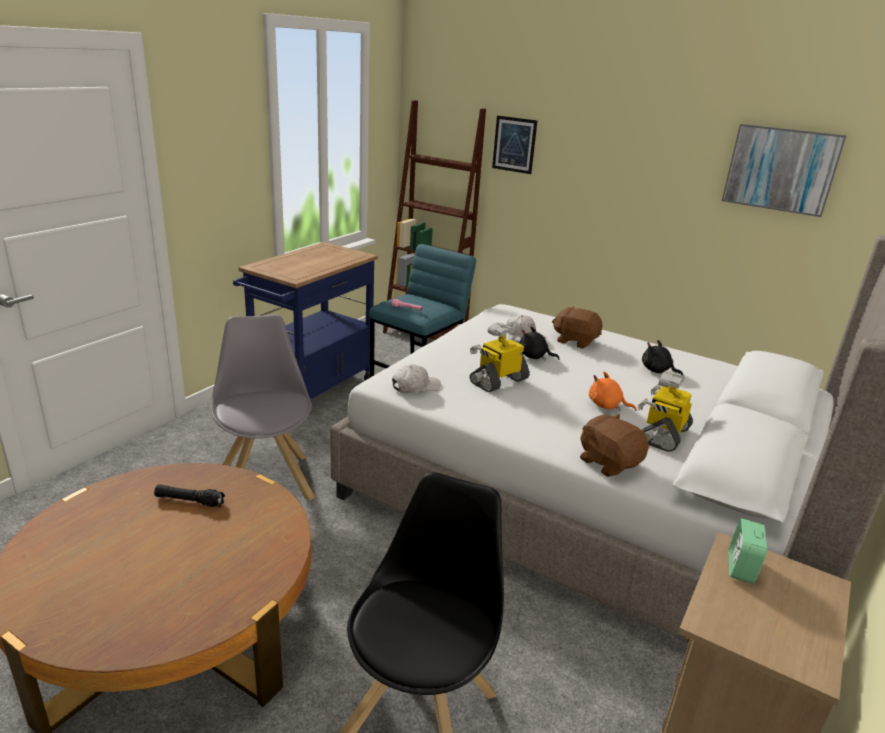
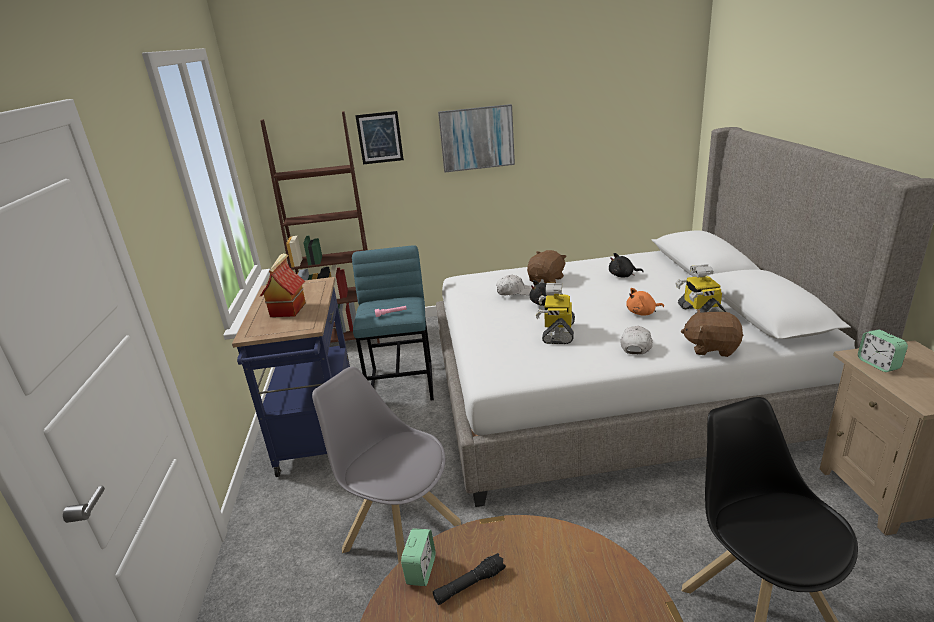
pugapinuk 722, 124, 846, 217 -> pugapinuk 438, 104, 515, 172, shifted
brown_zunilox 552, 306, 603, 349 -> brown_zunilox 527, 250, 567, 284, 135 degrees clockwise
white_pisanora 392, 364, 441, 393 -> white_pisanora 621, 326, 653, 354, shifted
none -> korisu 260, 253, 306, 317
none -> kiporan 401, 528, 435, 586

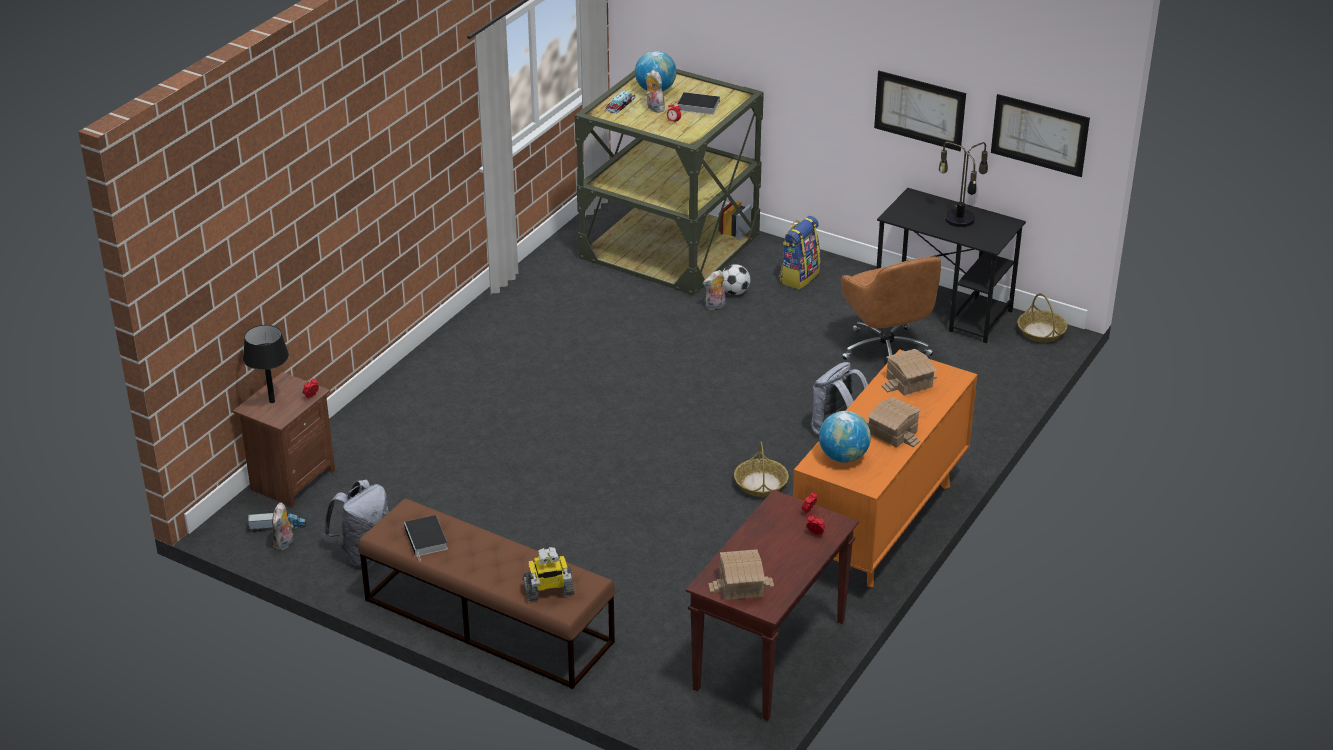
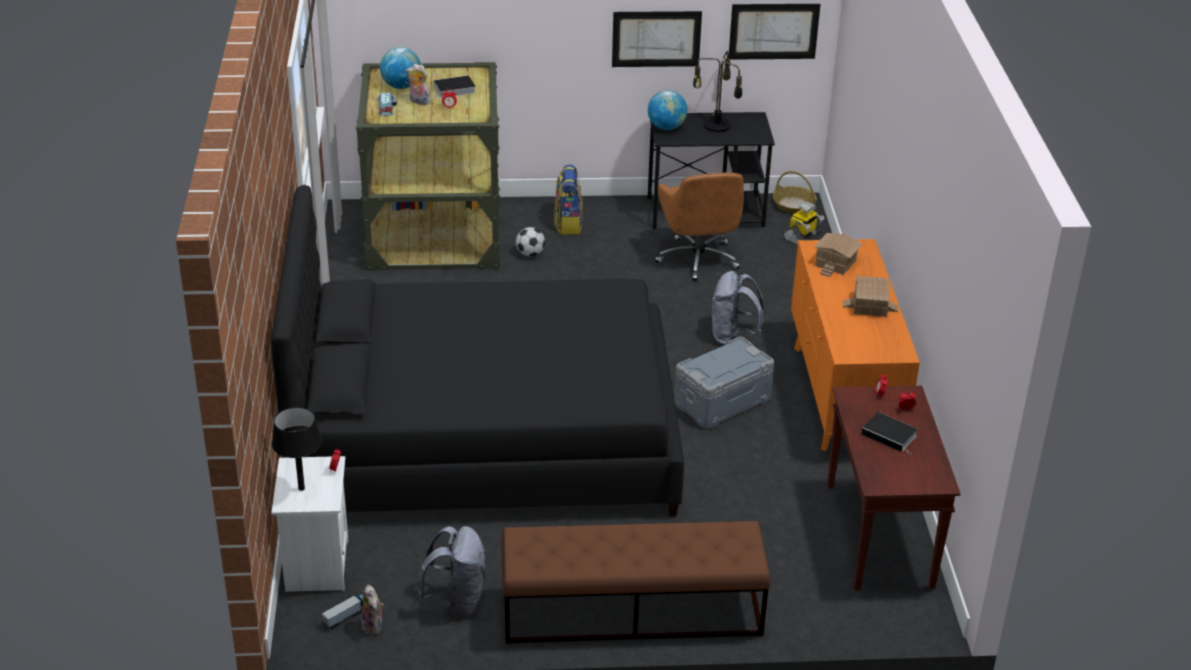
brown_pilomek 841, 256, 941, 360 -> brown_pilomek 655, 172, 744, 281, 45 degrees clockwise
zunilox 703, 270, 725, 310 -> none
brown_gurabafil 233, 372, 335, 508 -> white_gurabafil 271, 456, 348, 592
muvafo 819, 411, 871, 463 -> muvafo 648, 90, 687, 130, shifted
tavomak 734, 442, 789, 497 -> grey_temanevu 674, 337, 774, 429
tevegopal 404, 515, 448, 561 -> tevegopal 861, 412, 918, 454, shifted
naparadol 523, 547, 574, 601 -> naparadol 783, 201, 824, 245, shifted
korisu 708, 549, 774, 600 -> none
none -> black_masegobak 271, 185, 684, 516

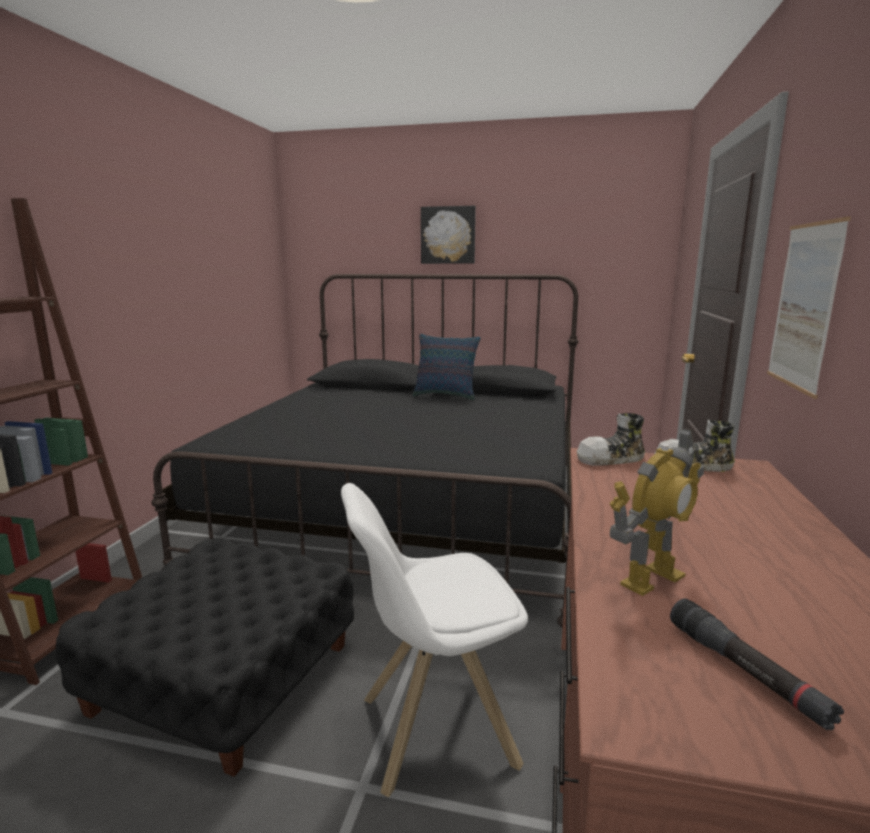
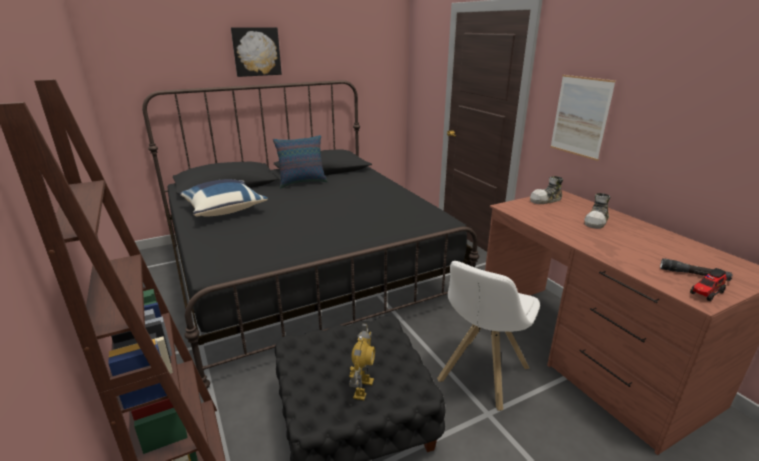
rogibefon 577, 413, 645, 466 -> rogibefon 584, 193, 610, 229, shifted
naparadol 610, 428, 704, 596 -> naparadol 349, 323, 375, 400, shifted
none -> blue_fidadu 180, 179, 268, 217
none -> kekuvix 690, 268, 727, 301

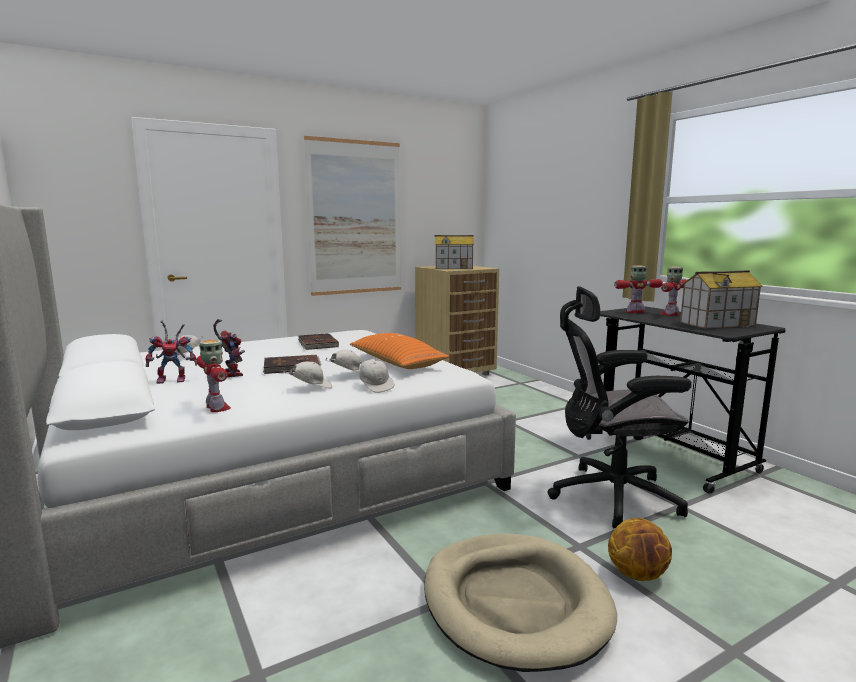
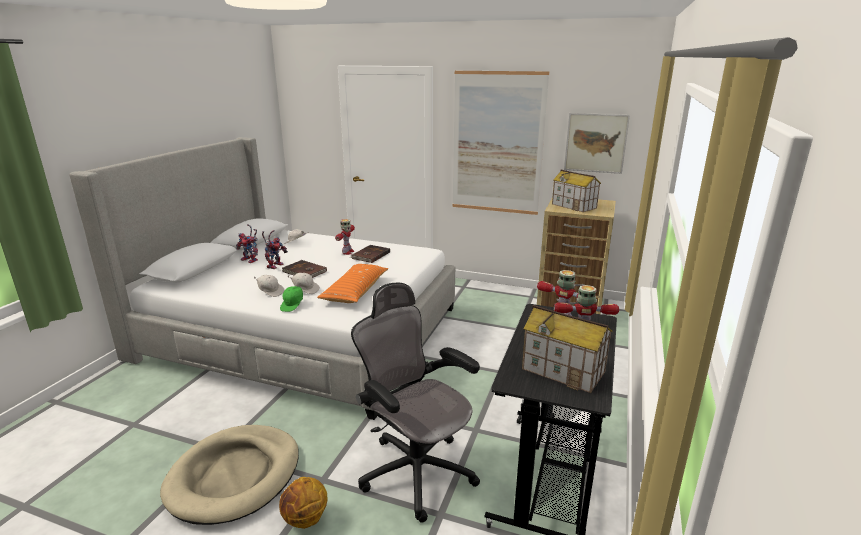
naparadol 196, 340, 231, 412 -> naparadol 335, 219, 355, 255, shifted
white_pisanora 359, 359, 395, 393 -> green_pisanora 280, 286, 303, 312
none -> pugapinuk 564, 113, 630, 174

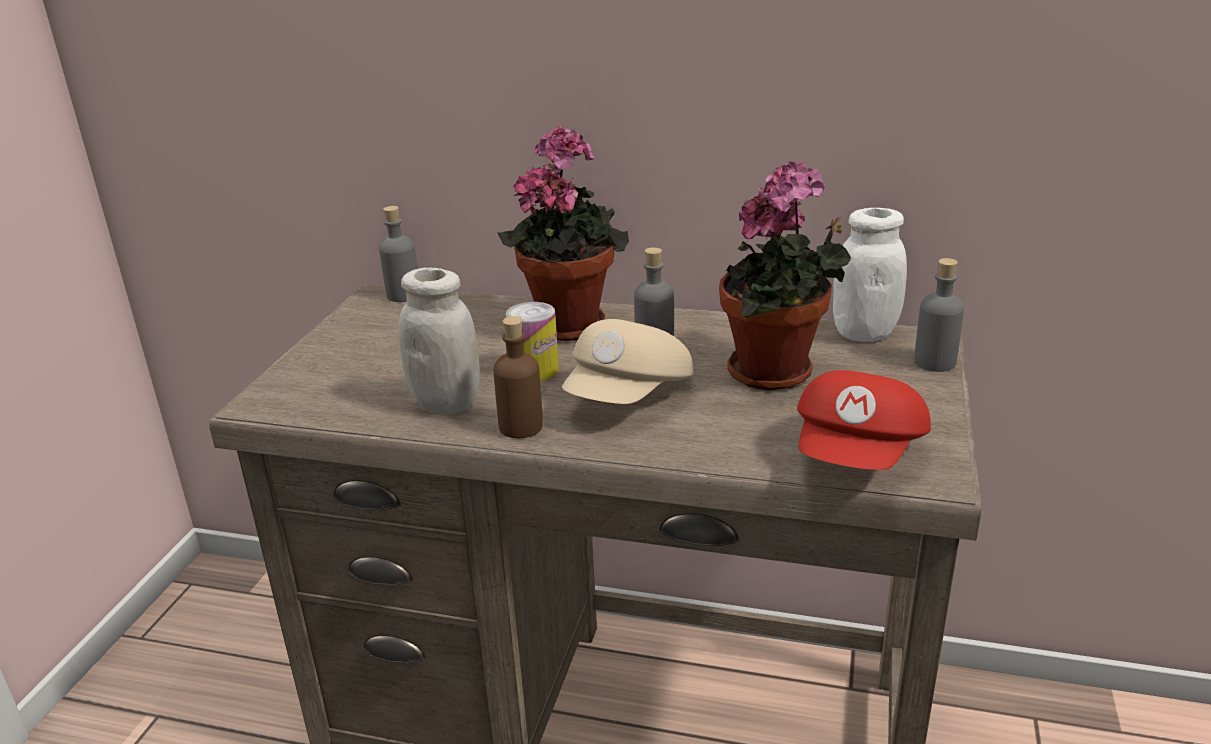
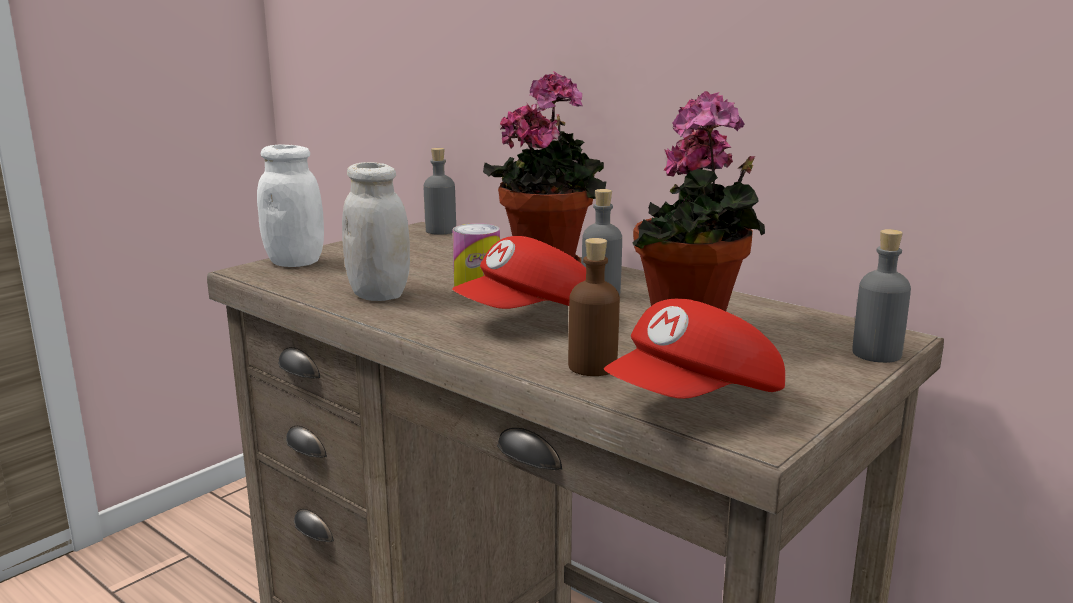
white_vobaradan 833, 208, 907, 342 -> white_vobaradan 257, 144, 324, 267, shifted
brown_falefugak 493, 316, 543, 438 -> brown_falefugak 568, 238, 620, 376, shifted
beige_pisanora 562, 319, 693, 404 -> red_pisanora 452, 236, 586, 309

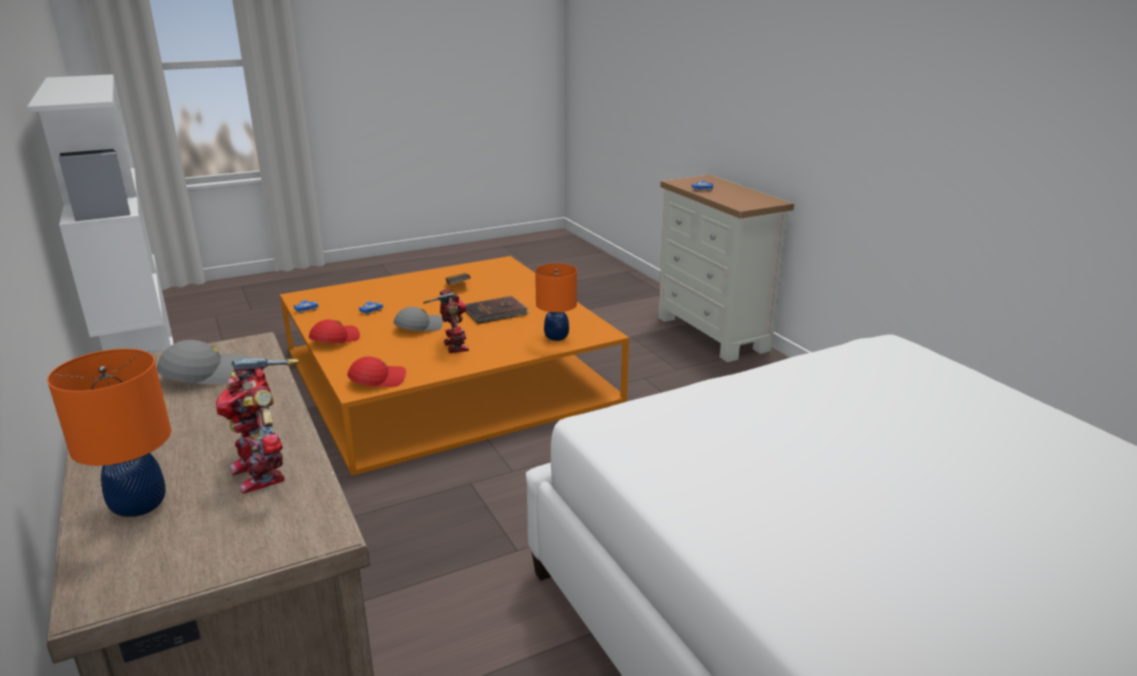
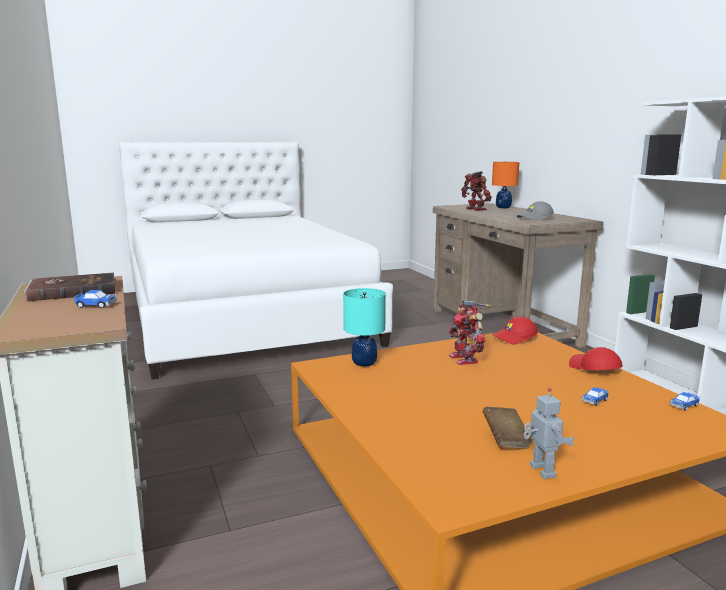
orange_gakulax 535, 263, 577, 341 -> turquoise_gakulax 343, 288, 386, 367
brown_tevegopal 466, 296, 529, 324 -> brown_tevegopal 24, 273, 116, 301, shifted
grey_pisanora 393, 307, 443, 331 -> none
red_pisanora 309, 320, 360, 343 -> red_pisanora 569, 347, 623, 370, 120 degrees clockwise
none -> naparadol 524, 388, 575, 479

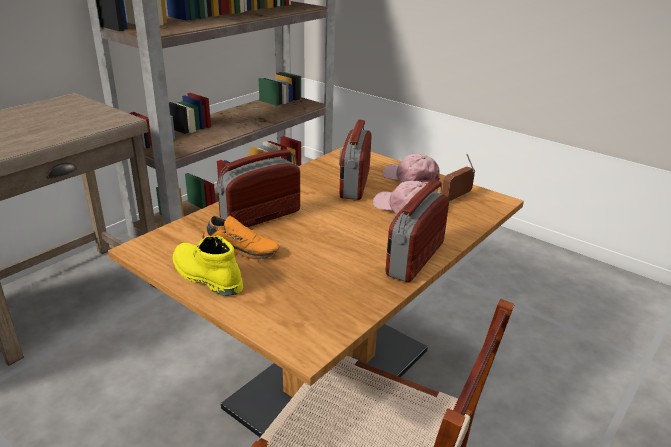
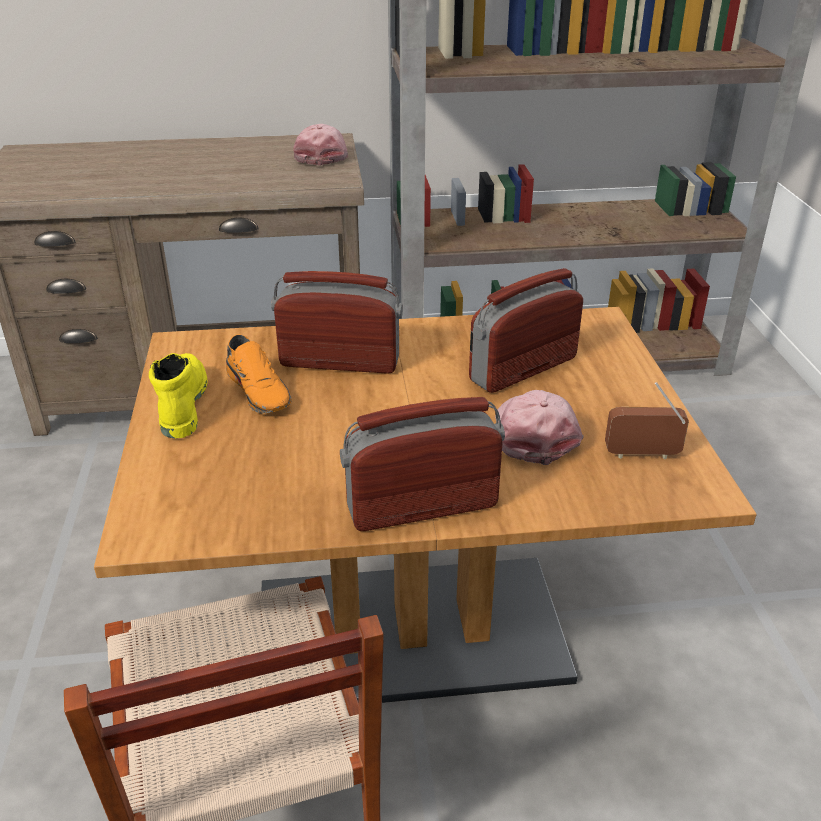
pink_pisanora 382, 154, 440, 185 -> pink_pisanora 293, 124, 348, 166, shifted

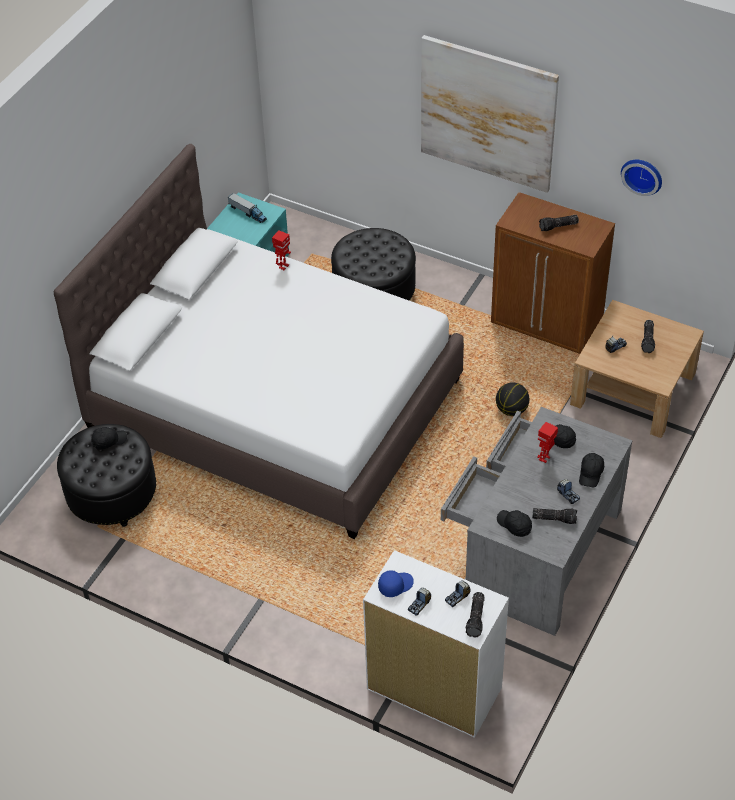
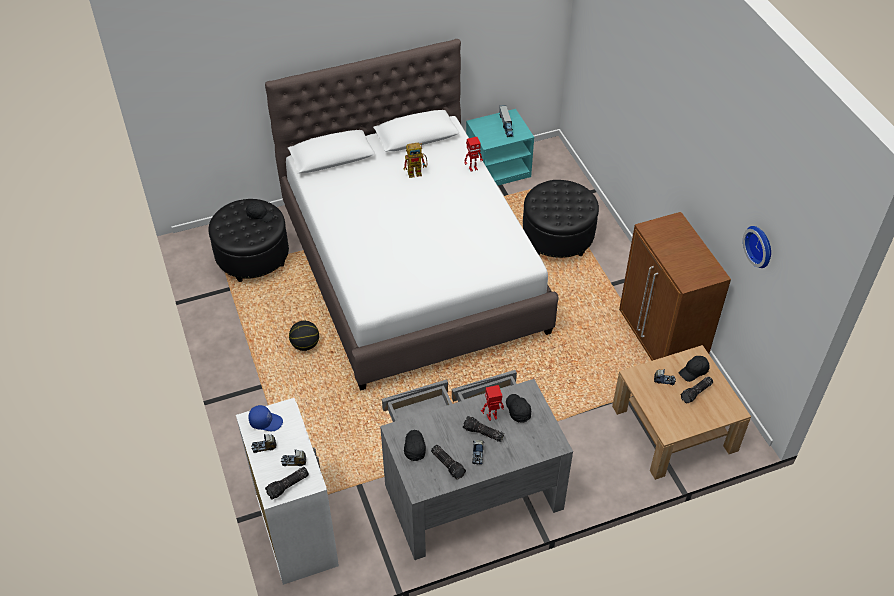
pugapinuk 421, 35, 559, 193 -> none
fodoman 539, 215, 579, 231 -> fodoman 463, 416, 504, 442, shifted
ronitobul 496, 382, 529, 416 -> ronitobul 289, 321, 319, 351, shifted
black_pisanora 579, 453, 604, 487 -> black_pisanora 679, 356, 710, 382, shifted
none -> naparadol 404, 142, 427, 178

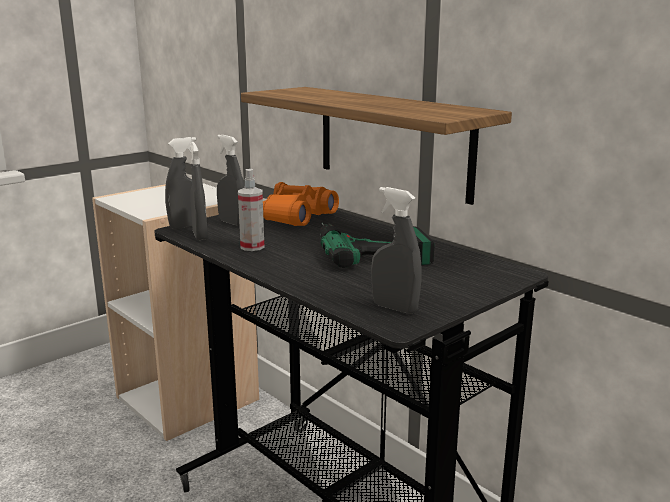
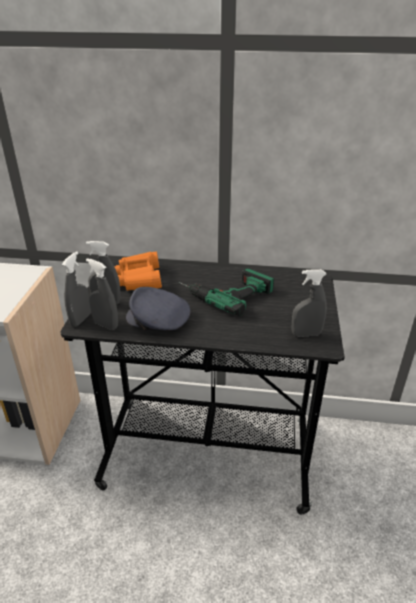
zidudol 241, 87, 512, 205 -> none
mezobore 238, 169, 264, 251 -> grey_pisanora 126, 287, 190, 331

